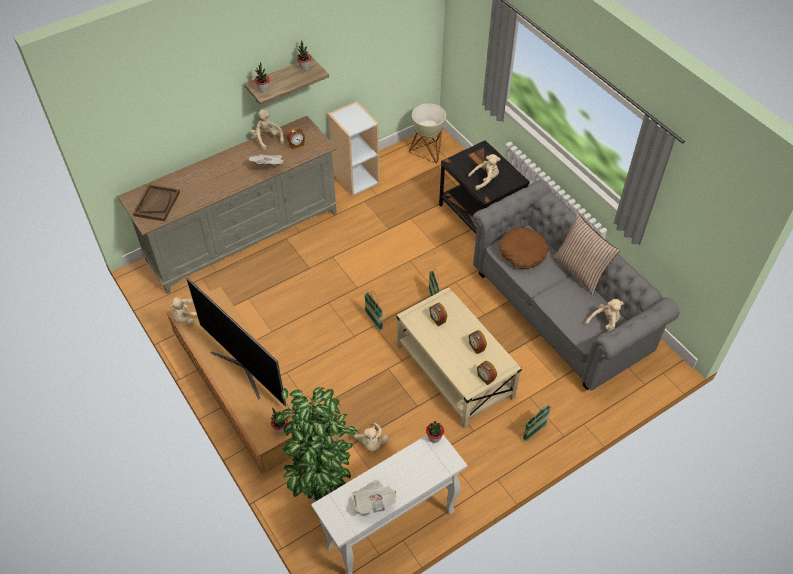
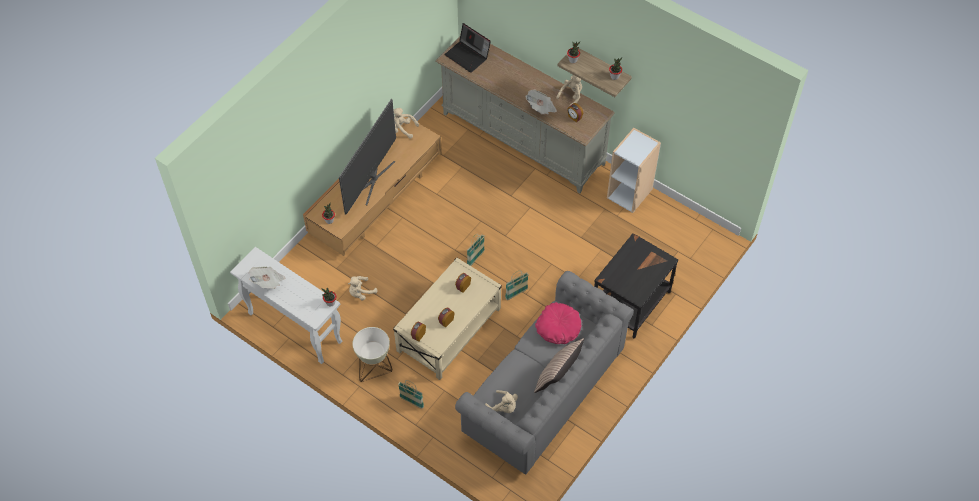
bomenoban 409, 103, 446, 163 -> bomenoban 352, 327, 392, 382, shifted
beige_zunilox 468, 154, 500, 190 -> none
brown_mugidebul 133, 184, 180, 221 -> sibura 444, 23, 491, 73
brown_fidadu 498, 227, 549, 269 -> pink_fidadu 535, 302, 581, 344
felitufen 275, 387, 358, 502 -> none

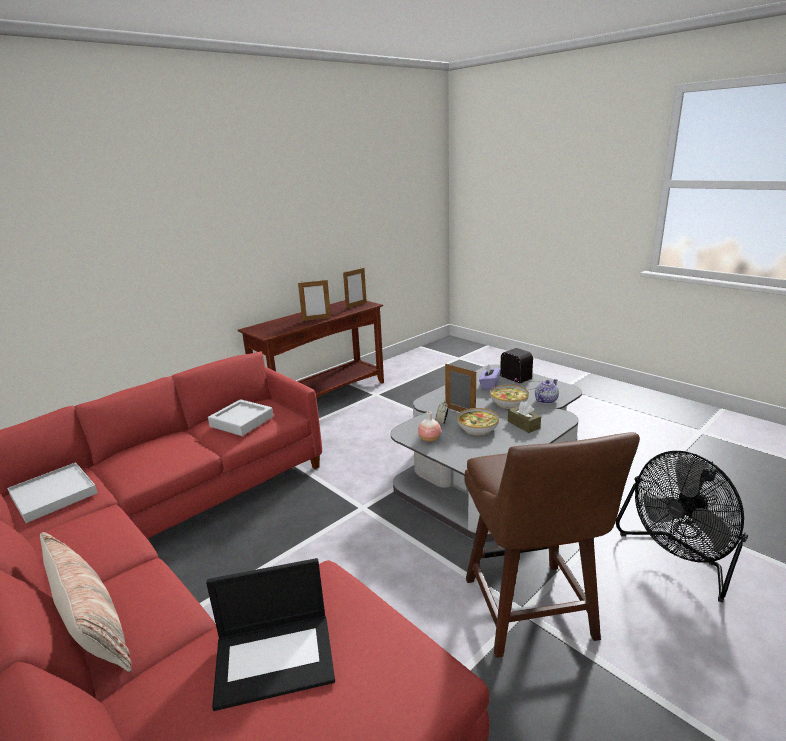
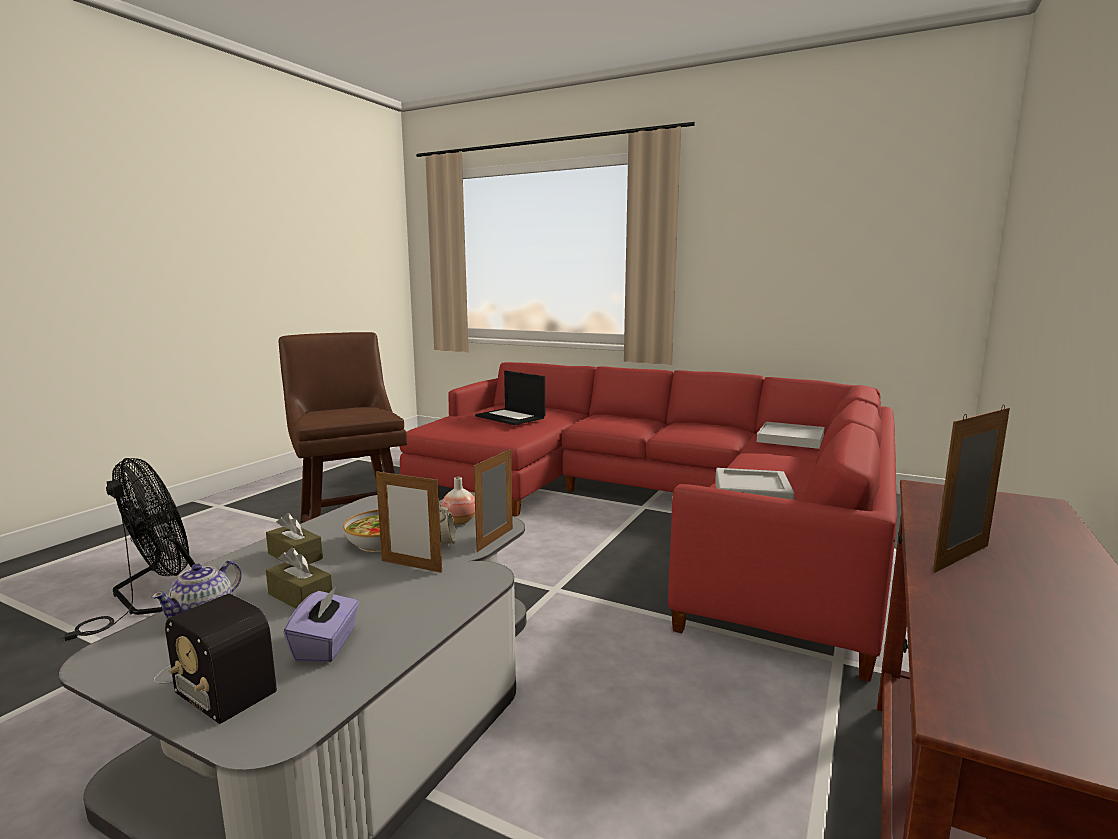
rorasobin 343, 268, 367, 309 -> rorasobin 474, 448, 513, 552, shifted
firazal 490, 385, 529, 409 -> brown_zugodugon 266, 548, 332, 609
fidadu 40, 532, 131, 672 -> none
sibura 206, 558, 335, 711 -> sibura 475, 371, 545, 425, 105 degrees counterclockwise

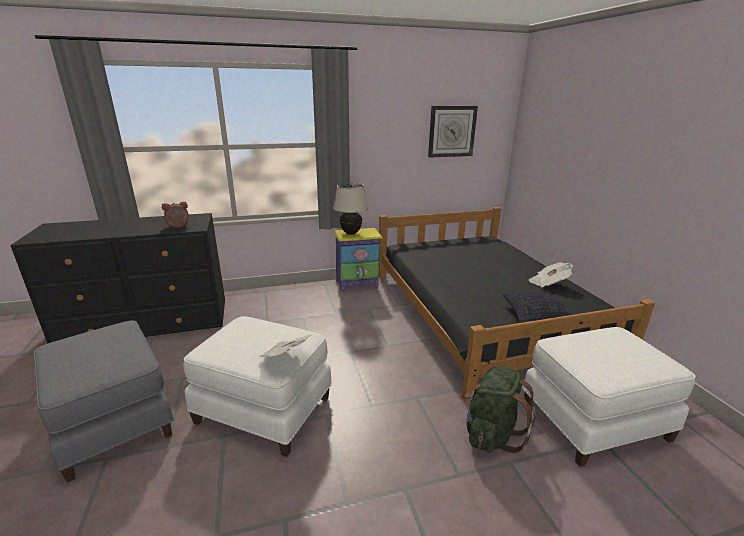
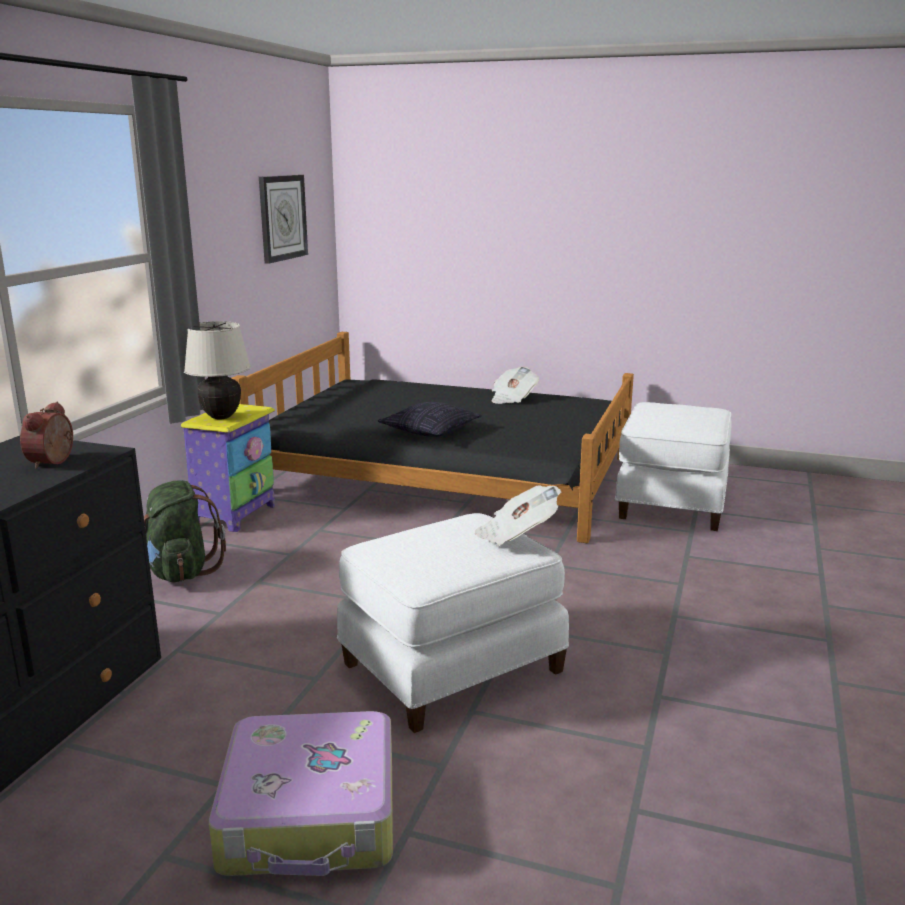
fidadu 502, 293, 583, 324 -> fidadu 378, 402, 482, 437, shifted
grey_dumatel 34, 320, 174, 483 -> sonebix 209, 711, 393, 876
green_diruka 465, 366, 535, 453 -> green_diruka 144, 480, 226, 582, shifted

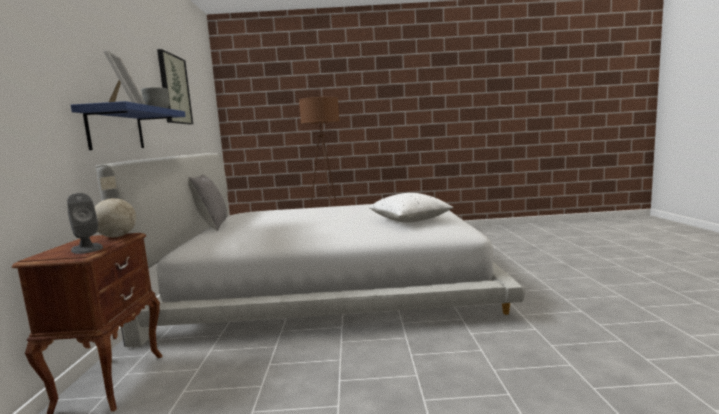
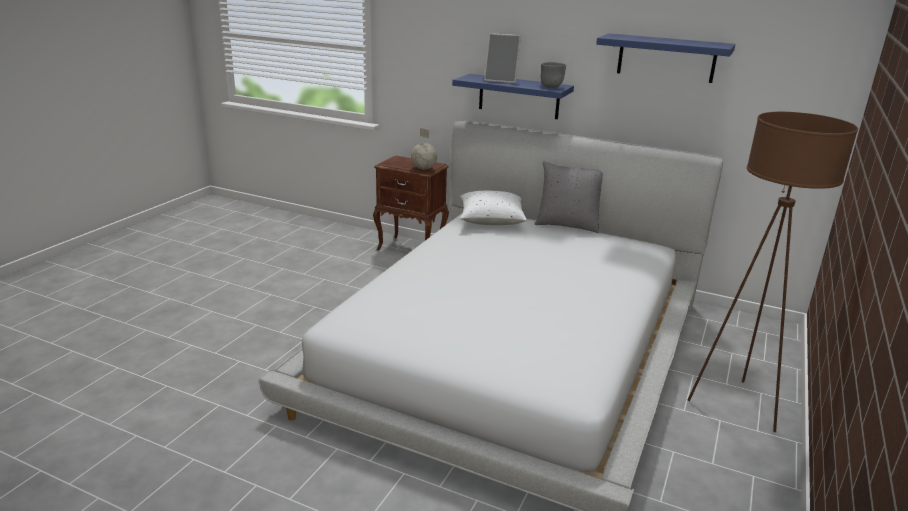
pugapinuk 157, 49, 193, 124 -> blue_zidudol 596, 33, 735, 83
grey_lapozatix 67, 193, 103, 254 -> none
white_fidadu 368, 193, 453, 223 -> white_fidadu 460, 191, 527, 225, shifted

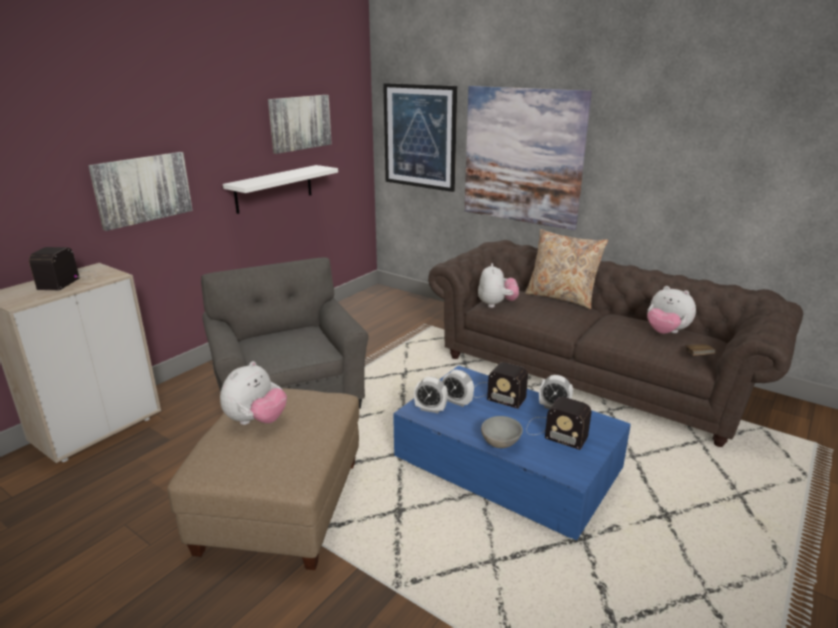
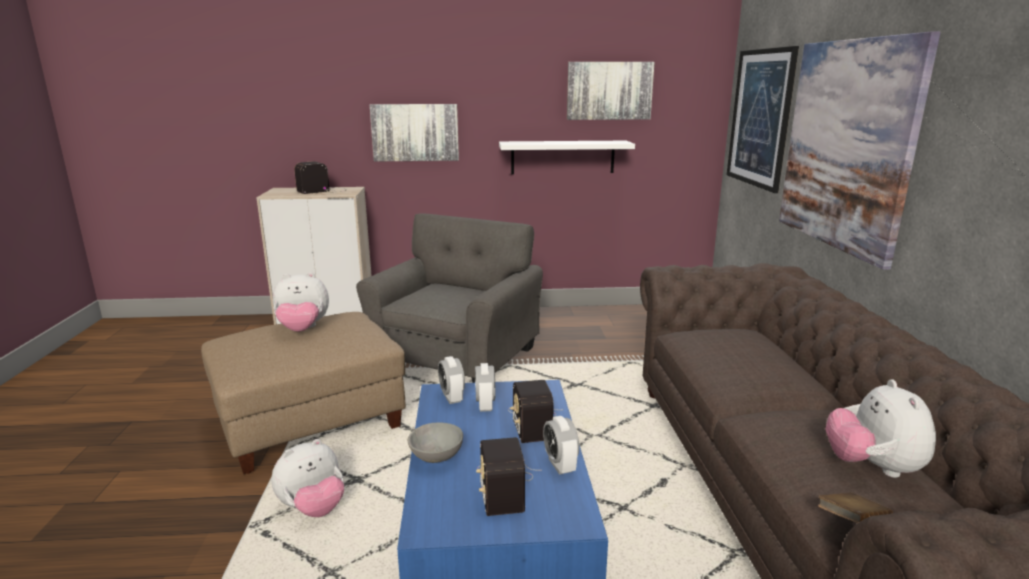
beige_fidadu 525, 229, 608, 309 -> none
zunilox 478, 263, 519, 308 -> zunilox 271, 439, 344, 517, shifted

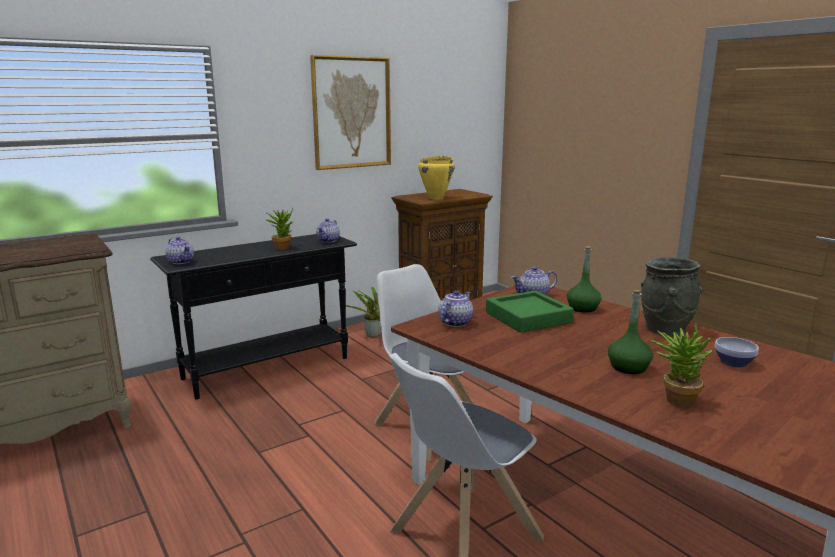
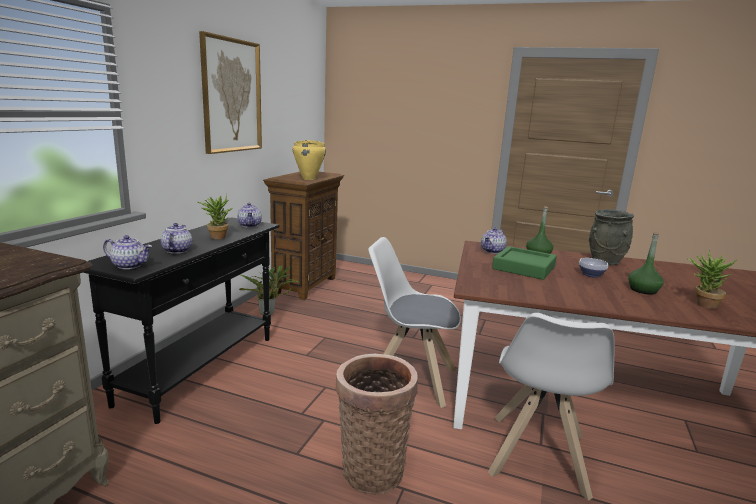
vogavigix 438, 290, 473, 327 -> vogavigix 161, 223, 192, 253, shifted
firazal 715, 337, 759, 367 -> firazal 579, 258, 608, 278, shifted
none -> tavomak 336, 354, 418, 495

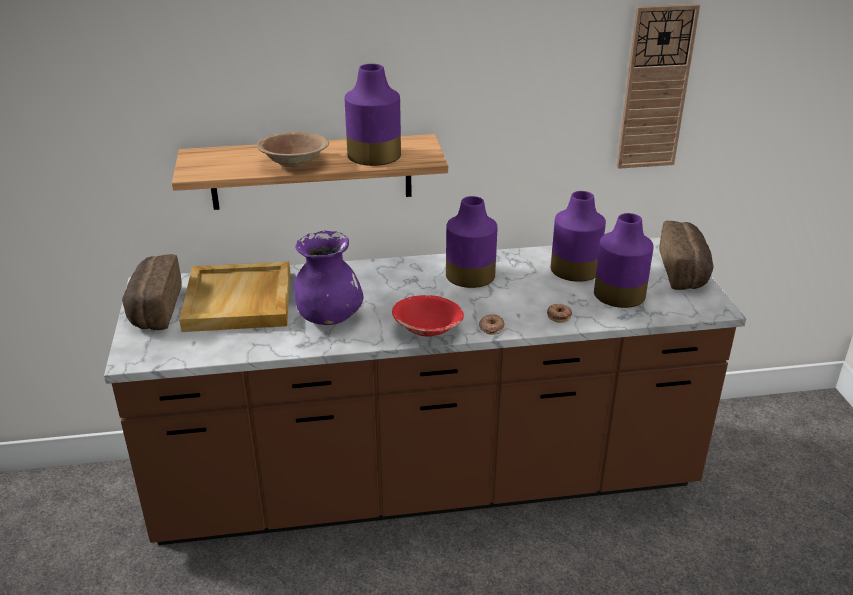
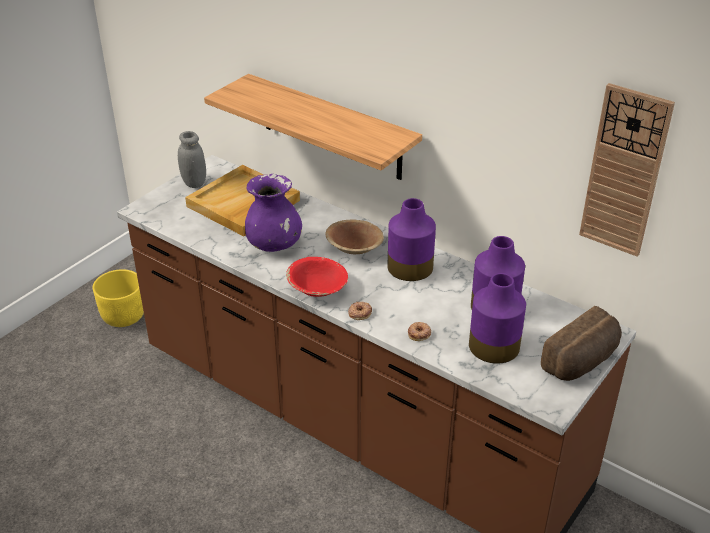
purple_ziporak 345, 64, 401, 166 -> none
brown_firazal 256, 132, 329, 168 -> brown_firazal 325, 220, 384, 254, shifted
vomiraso 122, 254, 182, 330 -> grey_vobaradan 178, 131, 206, 188
none -> yellow_bomenoban 93, 269, 144, 327

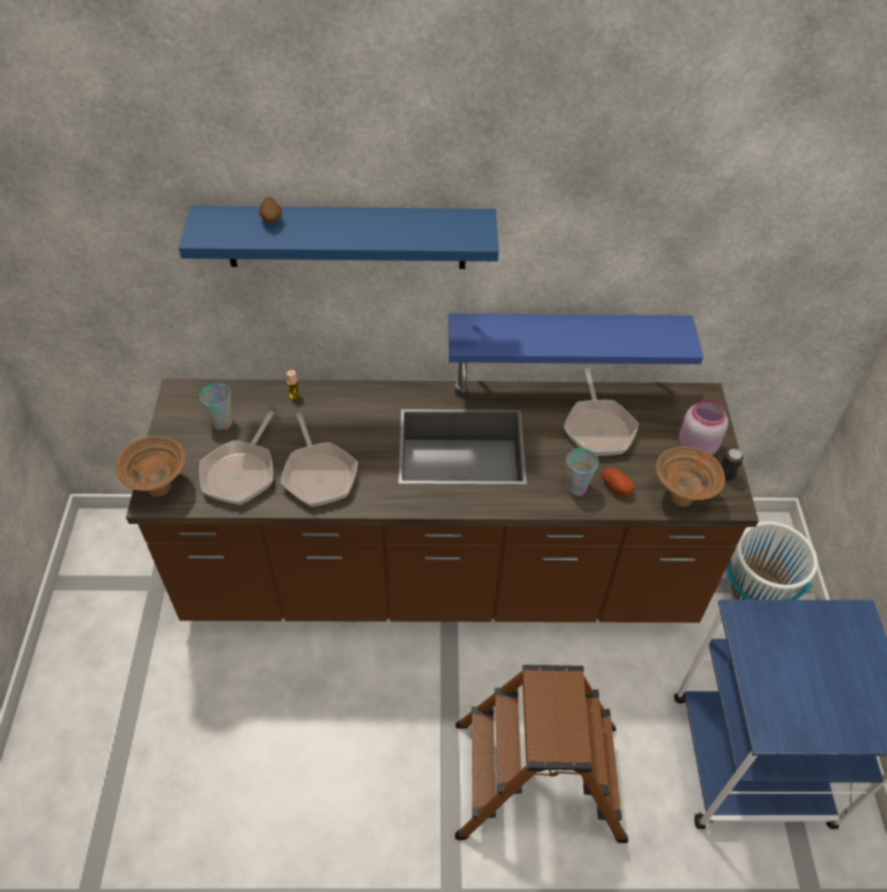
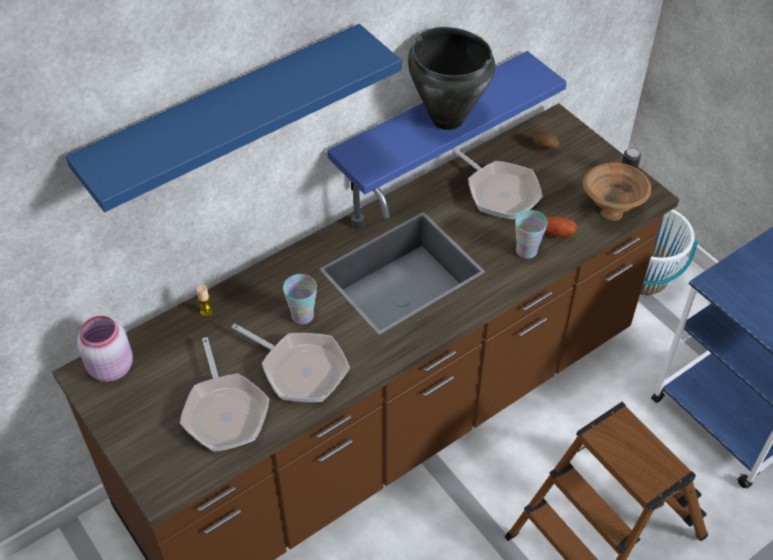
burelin 259, 197, 282, 223 -> burelin 532, 130, 559, 150, shifted
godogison 200, 384, 232, 430 -> godogison 283, 274, 317, 324, shifted
pink_vobaradan 678, 399, 728, 456 -> pink_vobaradan 77, 316, 133, 382, shifted
brown_firazal 116, 436, 185, 497 -> none
none -> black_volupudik 408, 27, 495, 130

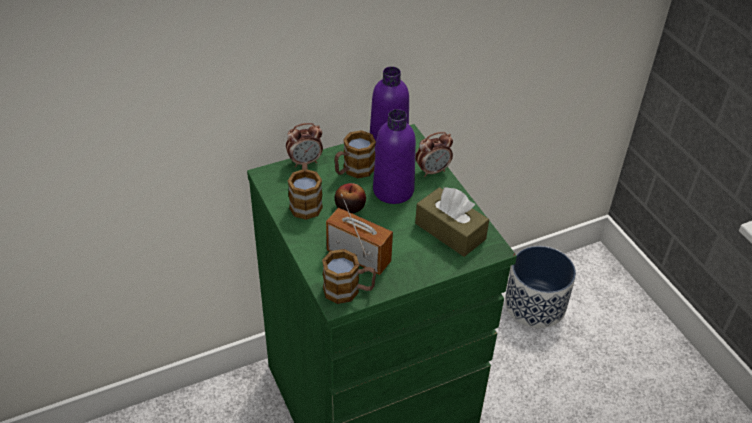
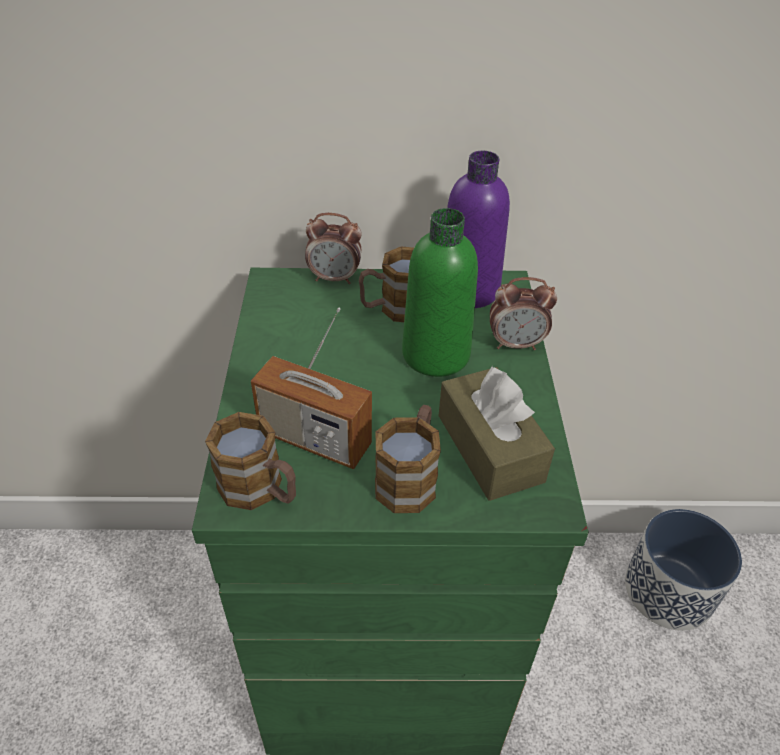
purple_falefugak 373, 109, 416, 204 -> green_falefugak 402, 208, 478, 377
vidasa 288, 163, 323, 220 -> vidasa 375, 405, 441, 513, shifted
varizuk 335, 183, 366, 214 -> none
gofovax 326, 194, 393, 275 -> gofovax 251, 308, 372, 469, 150 degrees clockwise

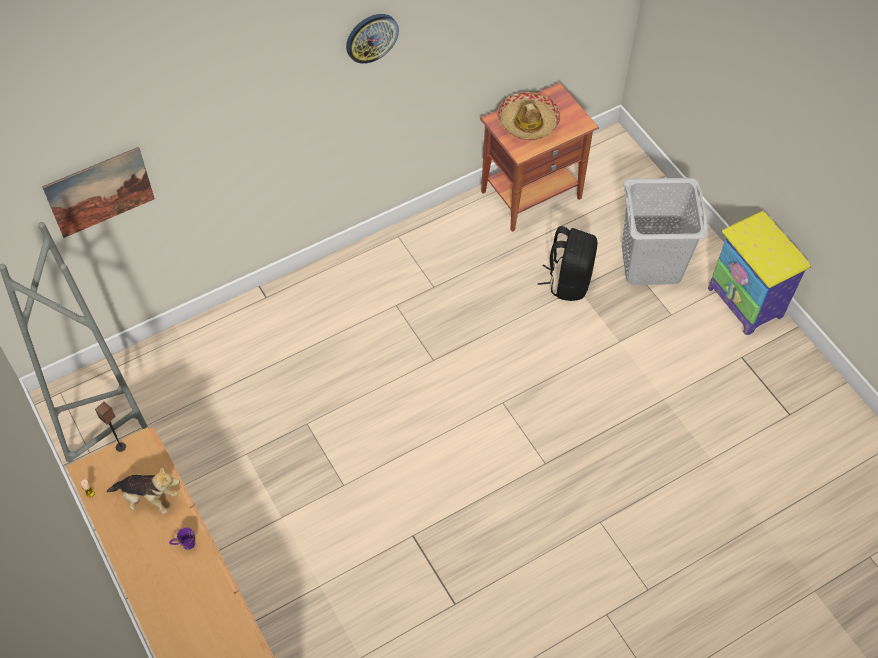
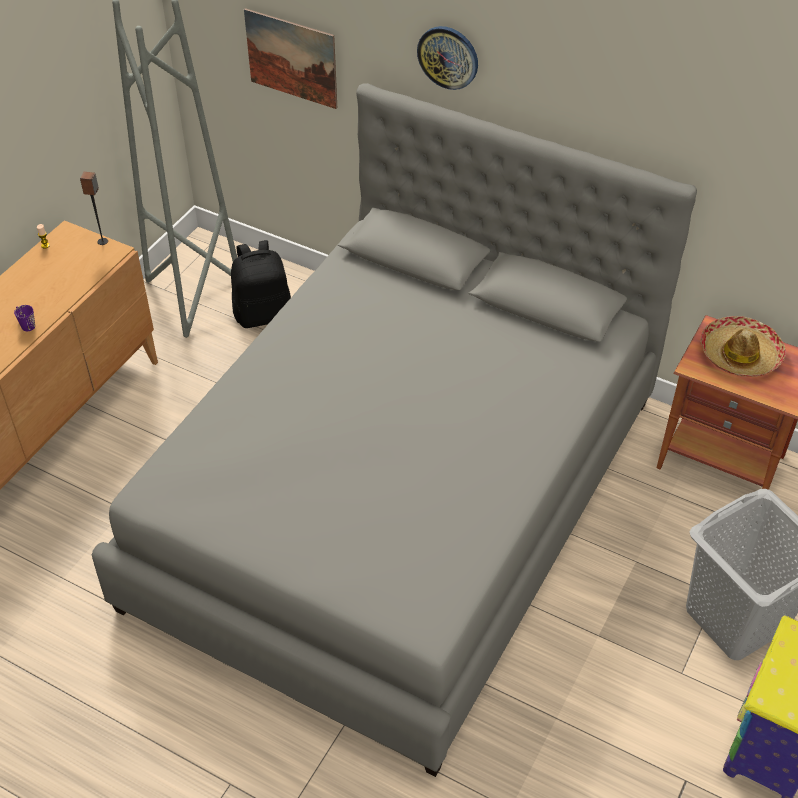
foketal 346, 14, 399, 64 -> foketal 417, 26, 478, 90, shifted
black_diruka 538, 226, 597, 301 -> black_diruka 231, 240, 291, 328, shifted
zunilox 107, 466, 180, 514 -> none
none -> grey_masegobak 92, 83, 697, 777

